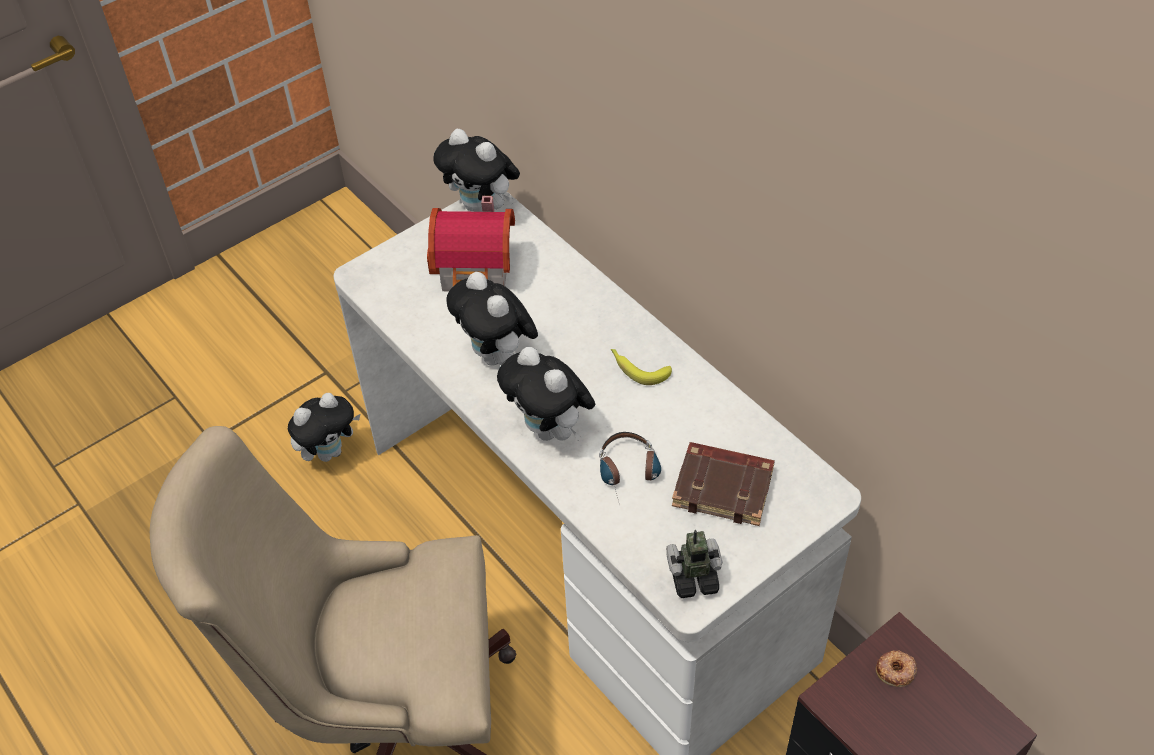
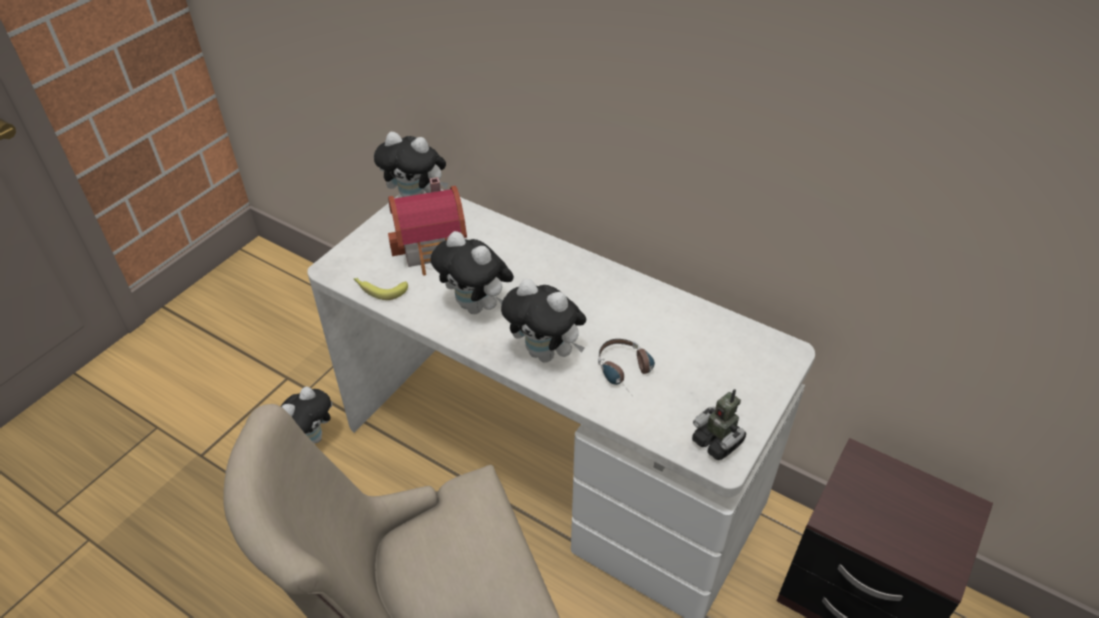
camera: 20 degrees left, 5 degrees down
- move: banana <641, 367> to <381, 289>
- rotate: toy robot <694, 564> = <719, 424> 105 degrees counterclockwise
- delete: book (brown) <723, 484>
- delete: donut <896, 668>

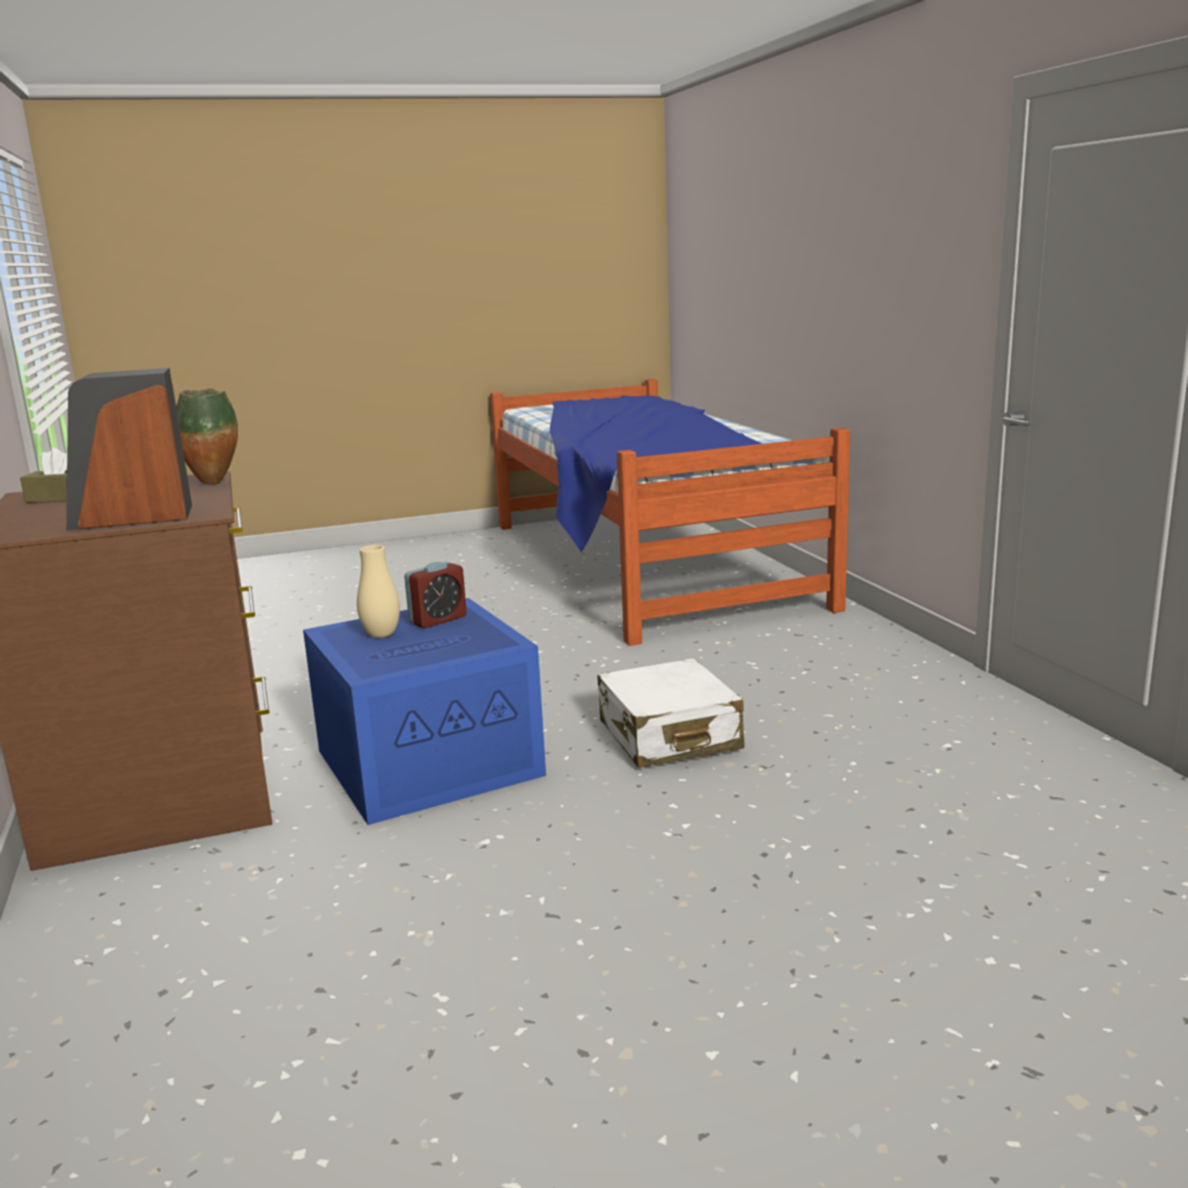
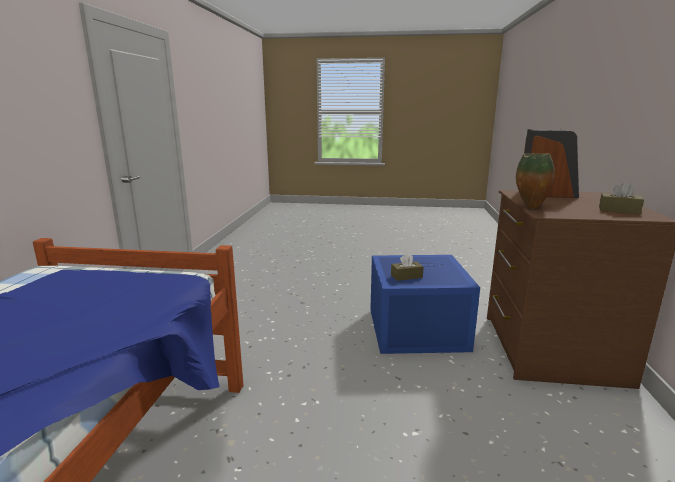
camera: 155 degrees left, 0 degrees up
- replace: alarm clock <435, 595> to tissue box (brown) <407, 267>
- delete: vase (beige) <378, 591>
- delete: suitcase (white) <671, 713>

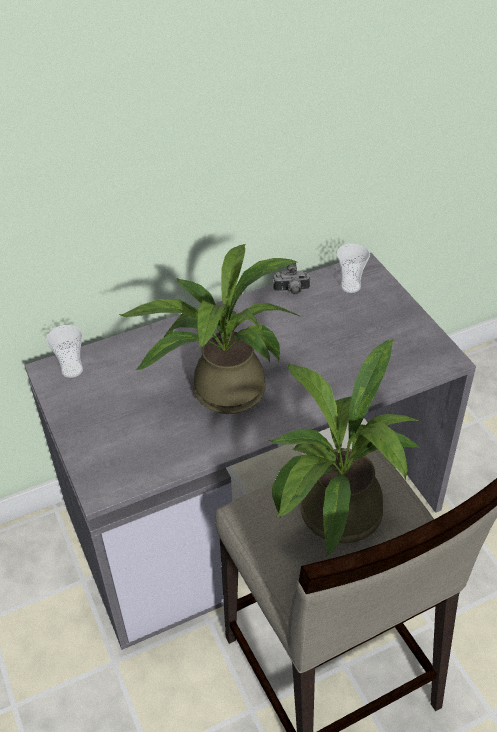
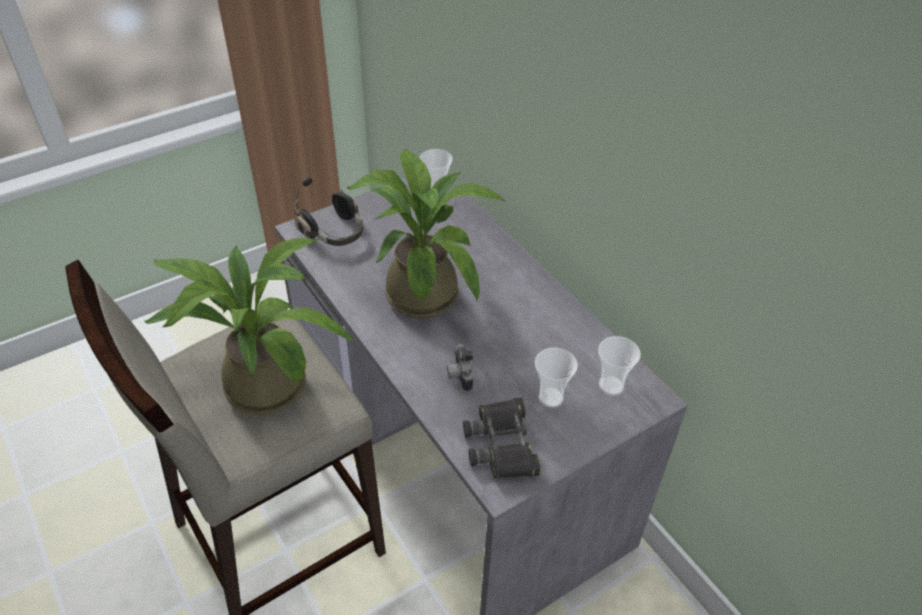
camera: 80 degrees right, 0 degrees up
- insert: headphones (black) <328, 211>
- move: photo camera <291, 279> to <460, 368>
- insert: binoculars (black) <502, 438>
- insert: cup <556, 378>

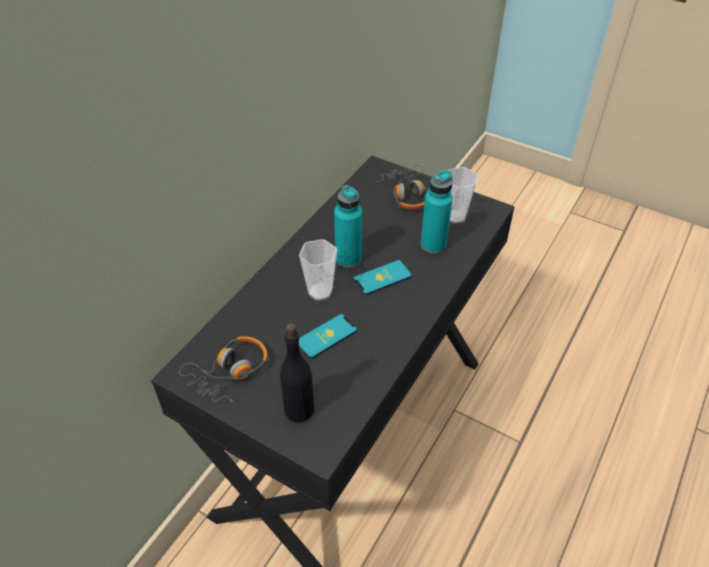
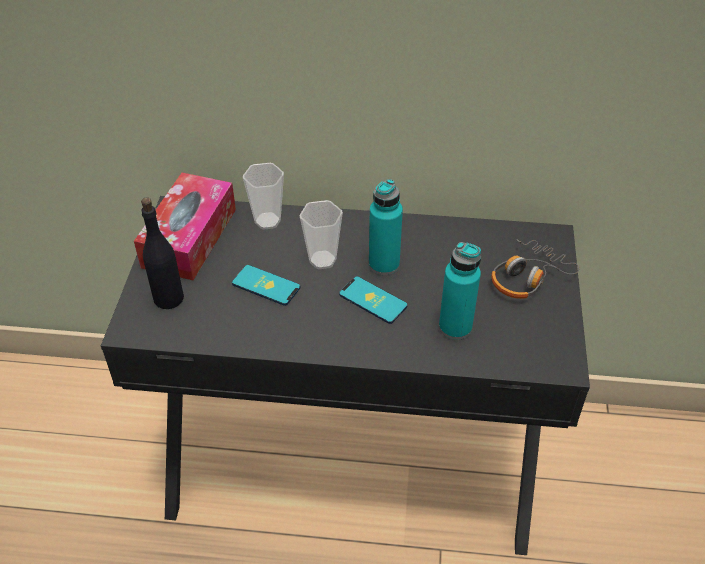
camera: 65 degrees right, 0 degrees up
- replace: headphones <223, 369> to tissue box <185, 226>
- move: cup <463, 195> to <263, 196>

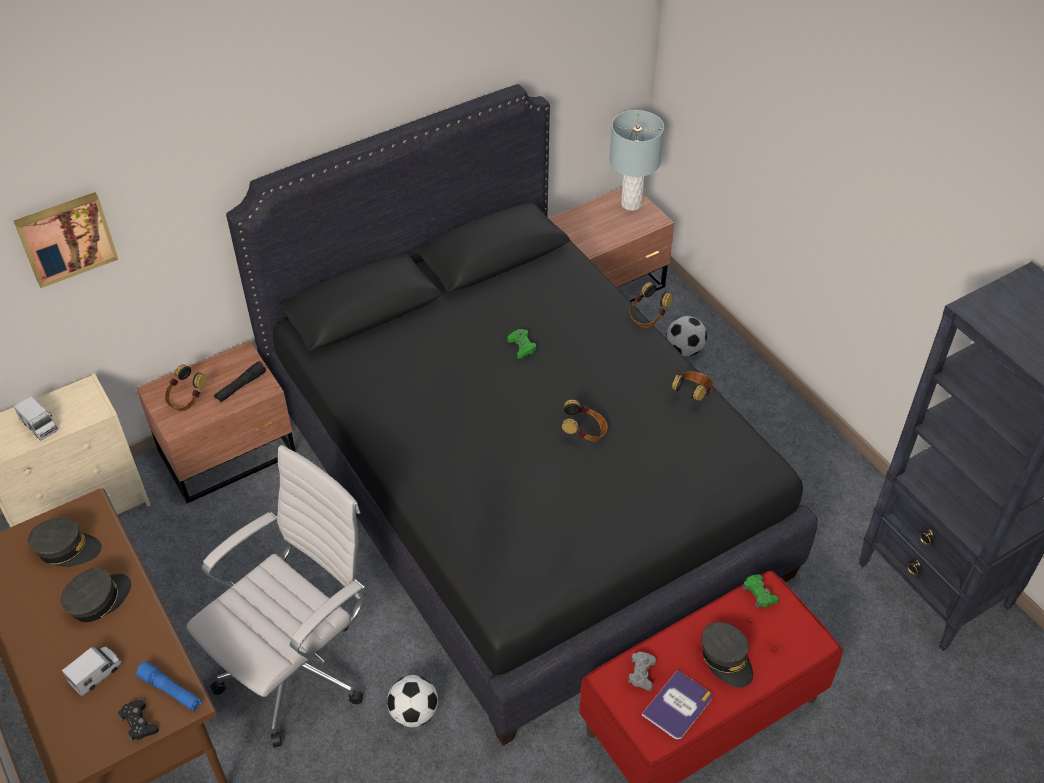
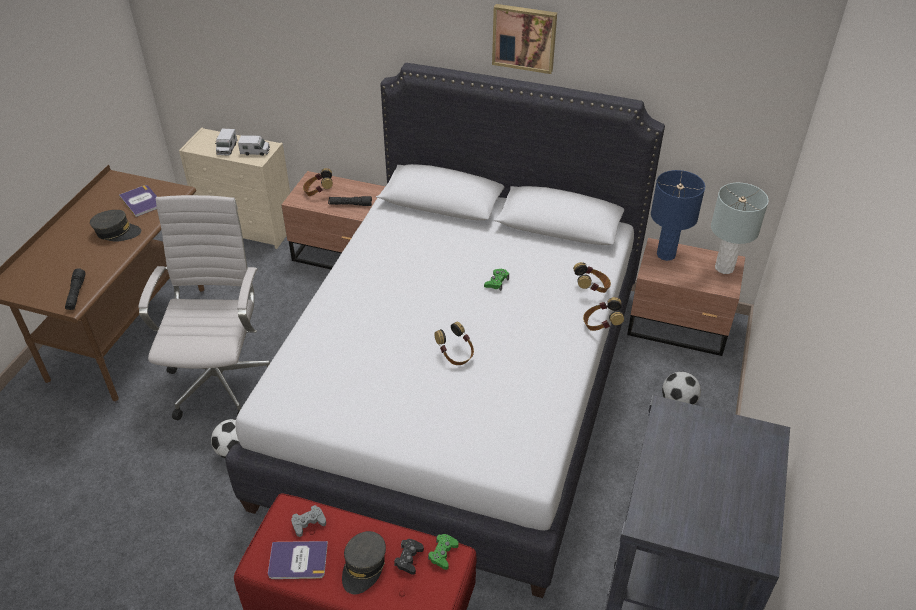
camera: 50 degrees right, 5 degrees down
- recolor: flashlight (blue) <169, 686> to flashlight (black) <75, 289>
- replace: cap (grey) <65, 542> to book <138, 201>
- rotate: office chair (white) <276, 596> = <204, 307> 90 degrees counterclockwise
- recolor: bed (black) <522, 415> to bed (white) <445, 330>
- move: toy truck <92, 671> to <254, 145>
- move: game controller (black) <138, 721> to <409, 557>
- move: picture <66, 240> to <524, 39>
- move: headphones <692, 386> to <592, 277>
- insert: table lamp (blue) <678, 215>

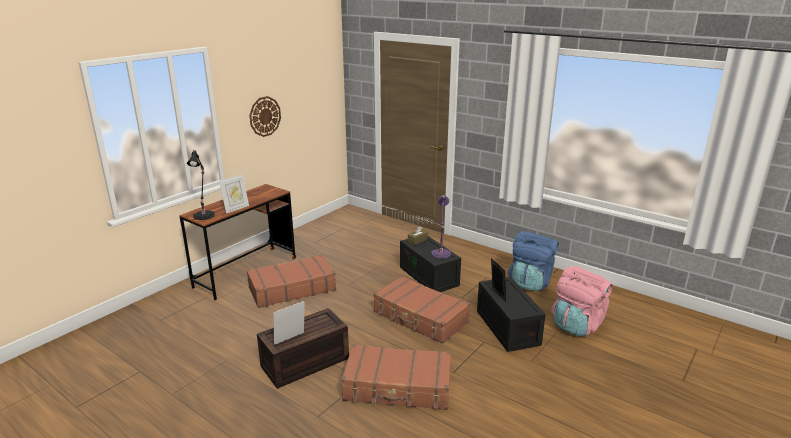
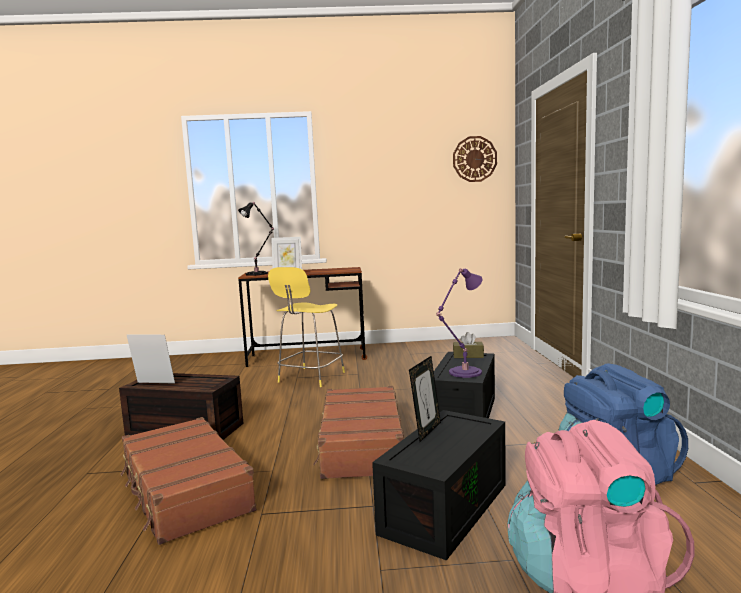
camera: 50 degrees right, 15 degrees down
- replace: suitcase (brown) <291, 281> to stool (yellow) <306, 327>
- move: wall clock <265, 116> to <475, 159>

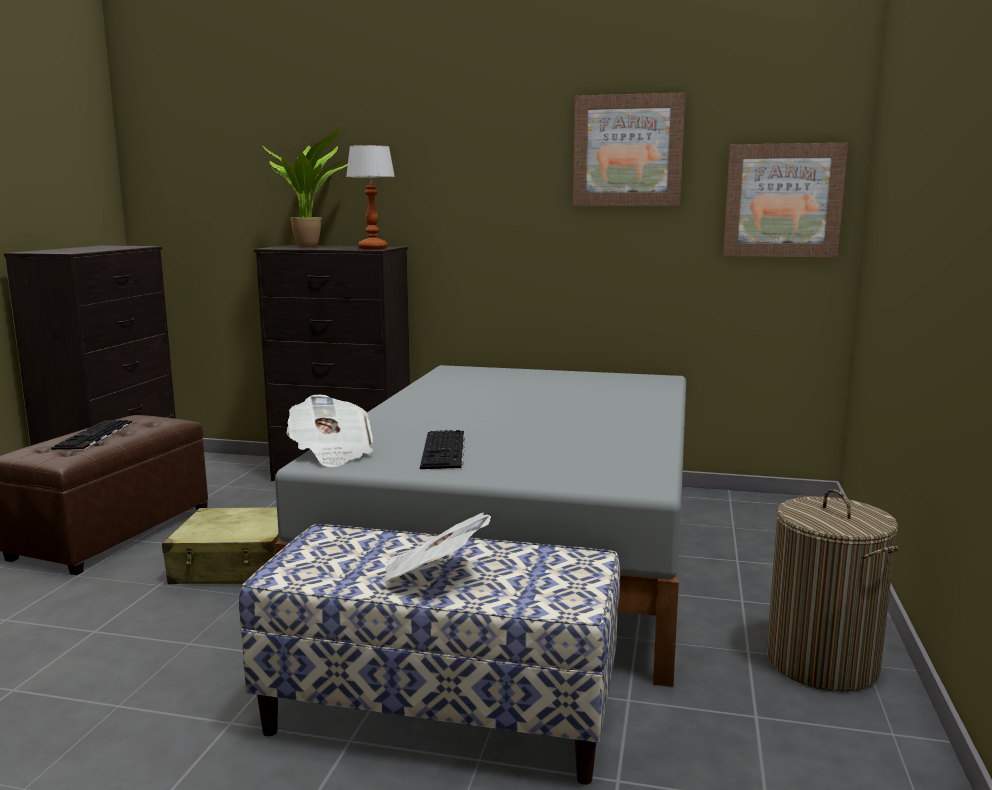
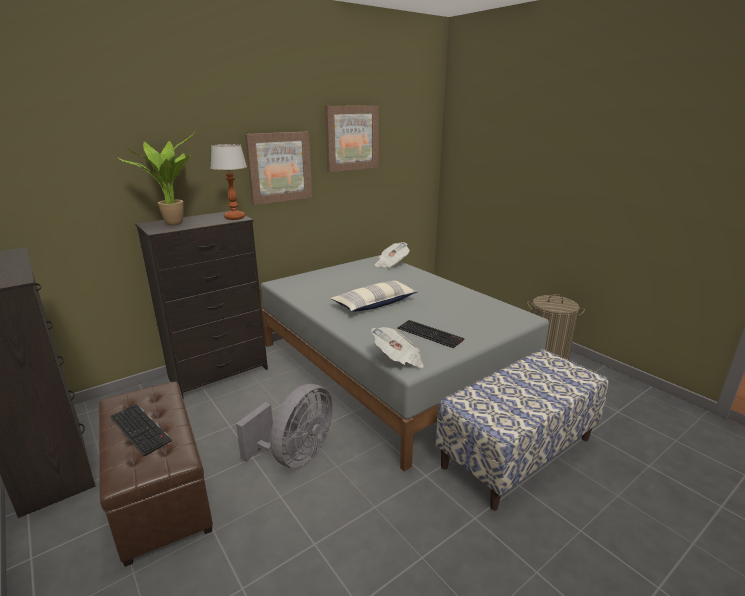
camera: 50 degrees left, 10 degrees up
- replace: suitcase (beige) <221, 545> to fan (grey) <284, 426>
- move: picture <785, 200> to <278, 168>
- insert: pillow <374, 296>
- move: newspaper <436, 547> to <392, 255>

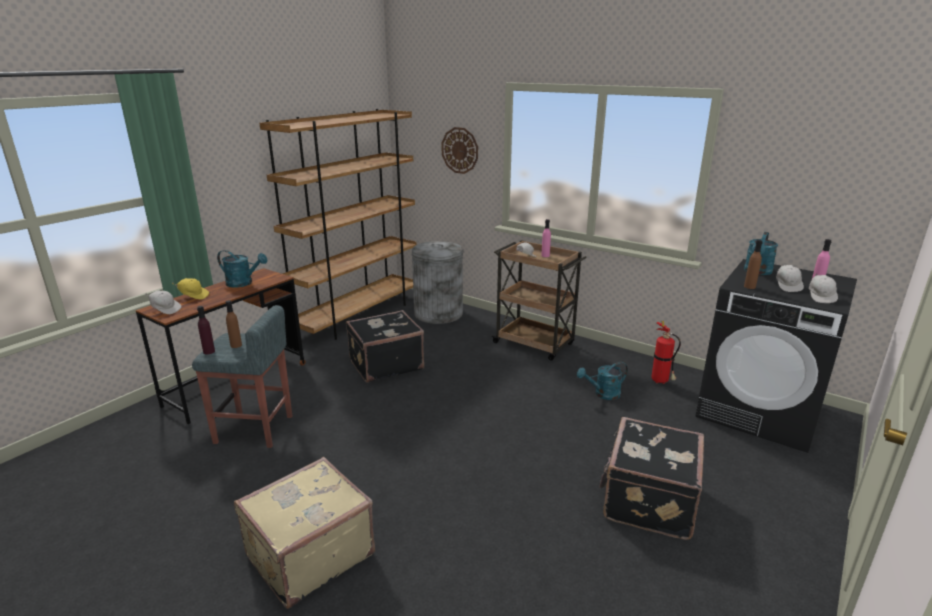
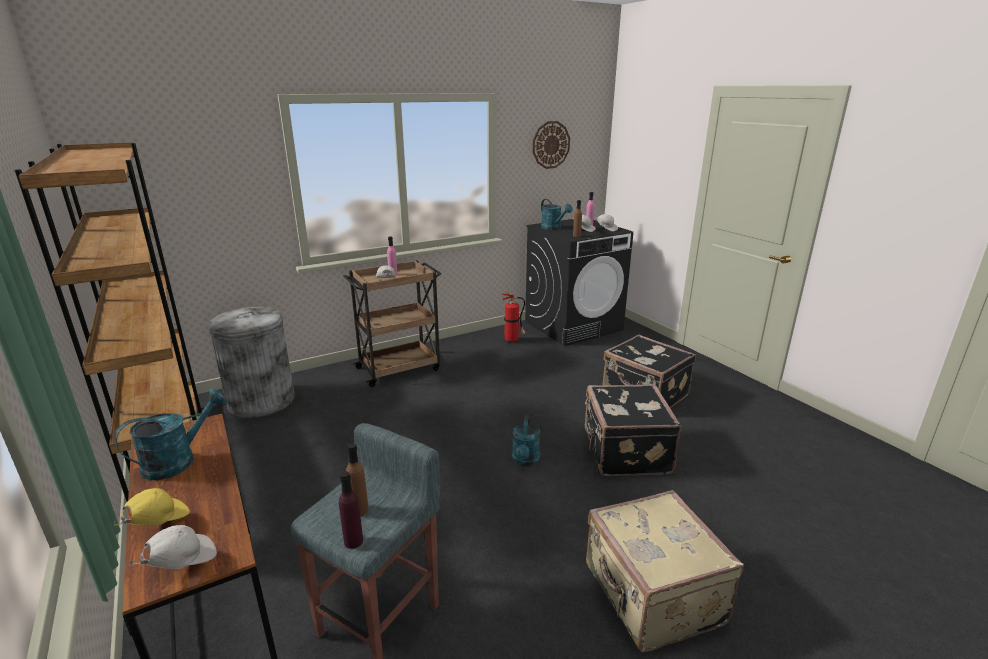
camera: 65 degrees left, 0 degrees up
- move: watering can (turquoise) <602, 381> to <526, 441>
- move: wall clock <459, 150> to <551, 145>
- move: suitcase (black) <385, 346> to <633, 430>

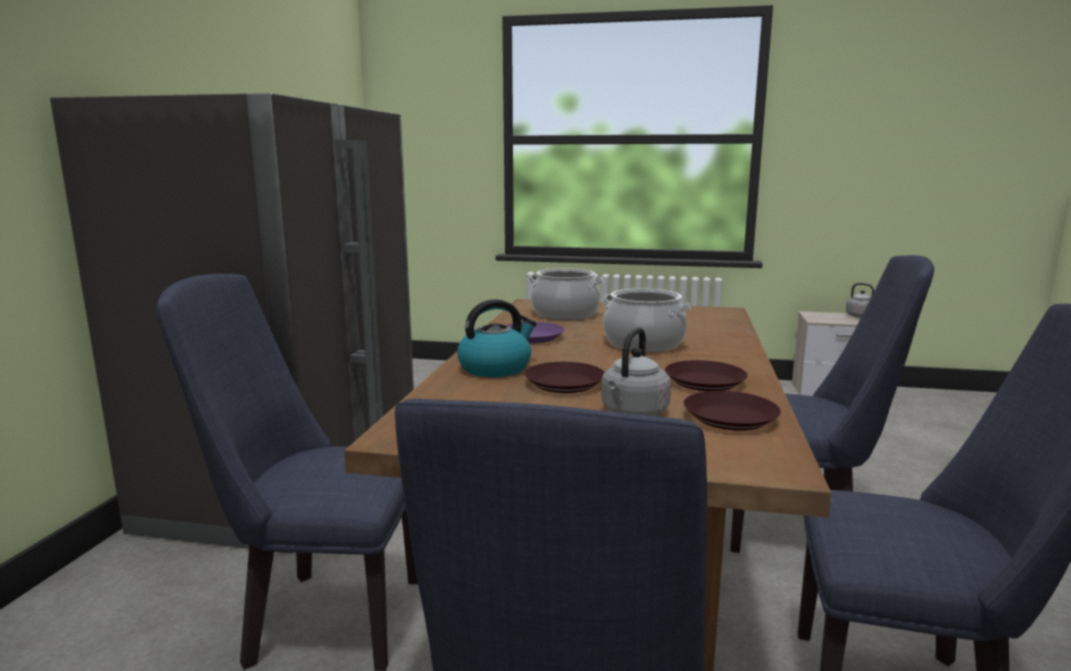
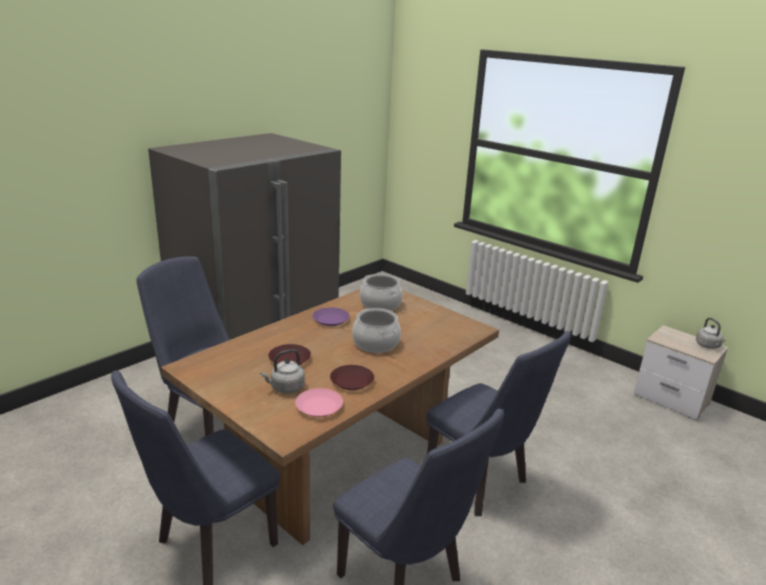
camera: 30 degrees right, 10 degrees up
- recolor: plate (brown) <732, 411> to plate (pink) <319, 402>
- delete: kettle <496, 338>

